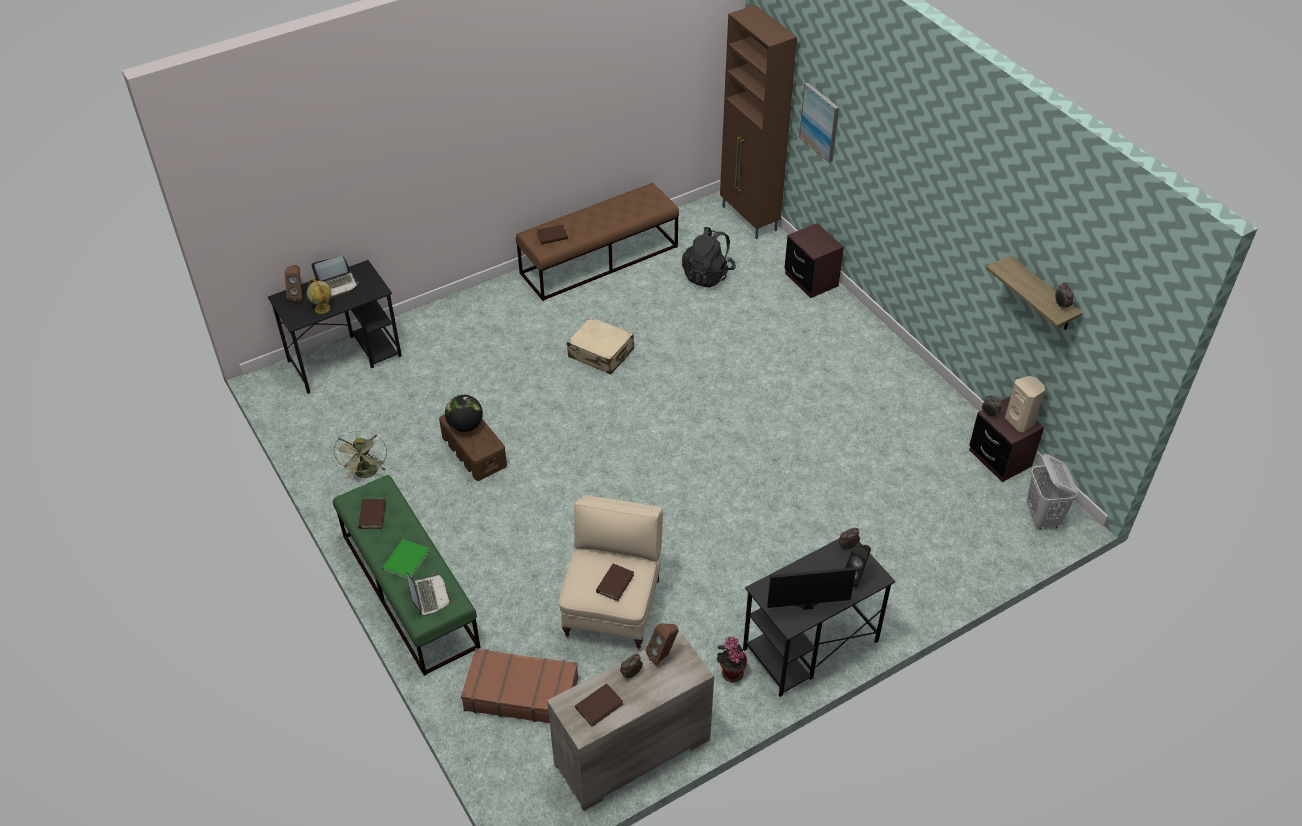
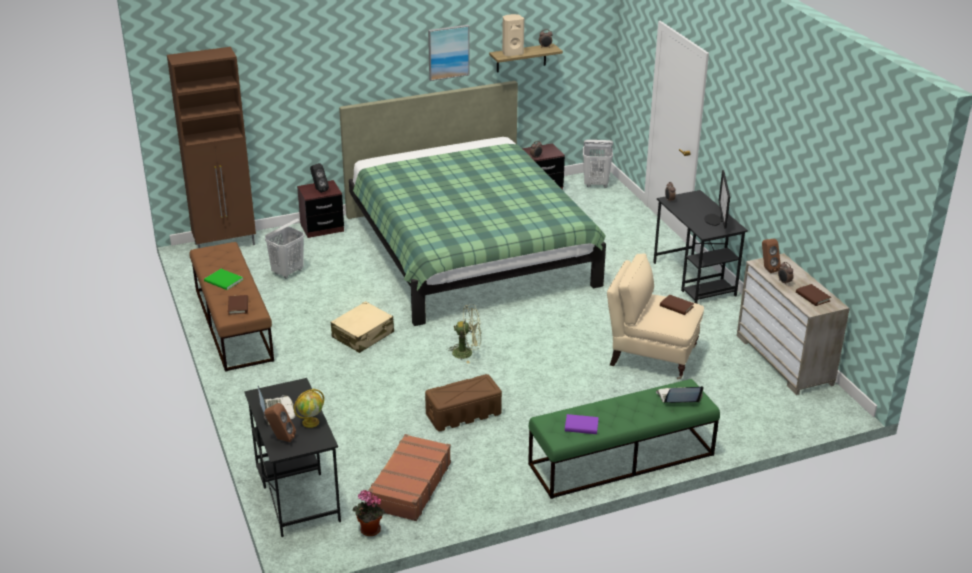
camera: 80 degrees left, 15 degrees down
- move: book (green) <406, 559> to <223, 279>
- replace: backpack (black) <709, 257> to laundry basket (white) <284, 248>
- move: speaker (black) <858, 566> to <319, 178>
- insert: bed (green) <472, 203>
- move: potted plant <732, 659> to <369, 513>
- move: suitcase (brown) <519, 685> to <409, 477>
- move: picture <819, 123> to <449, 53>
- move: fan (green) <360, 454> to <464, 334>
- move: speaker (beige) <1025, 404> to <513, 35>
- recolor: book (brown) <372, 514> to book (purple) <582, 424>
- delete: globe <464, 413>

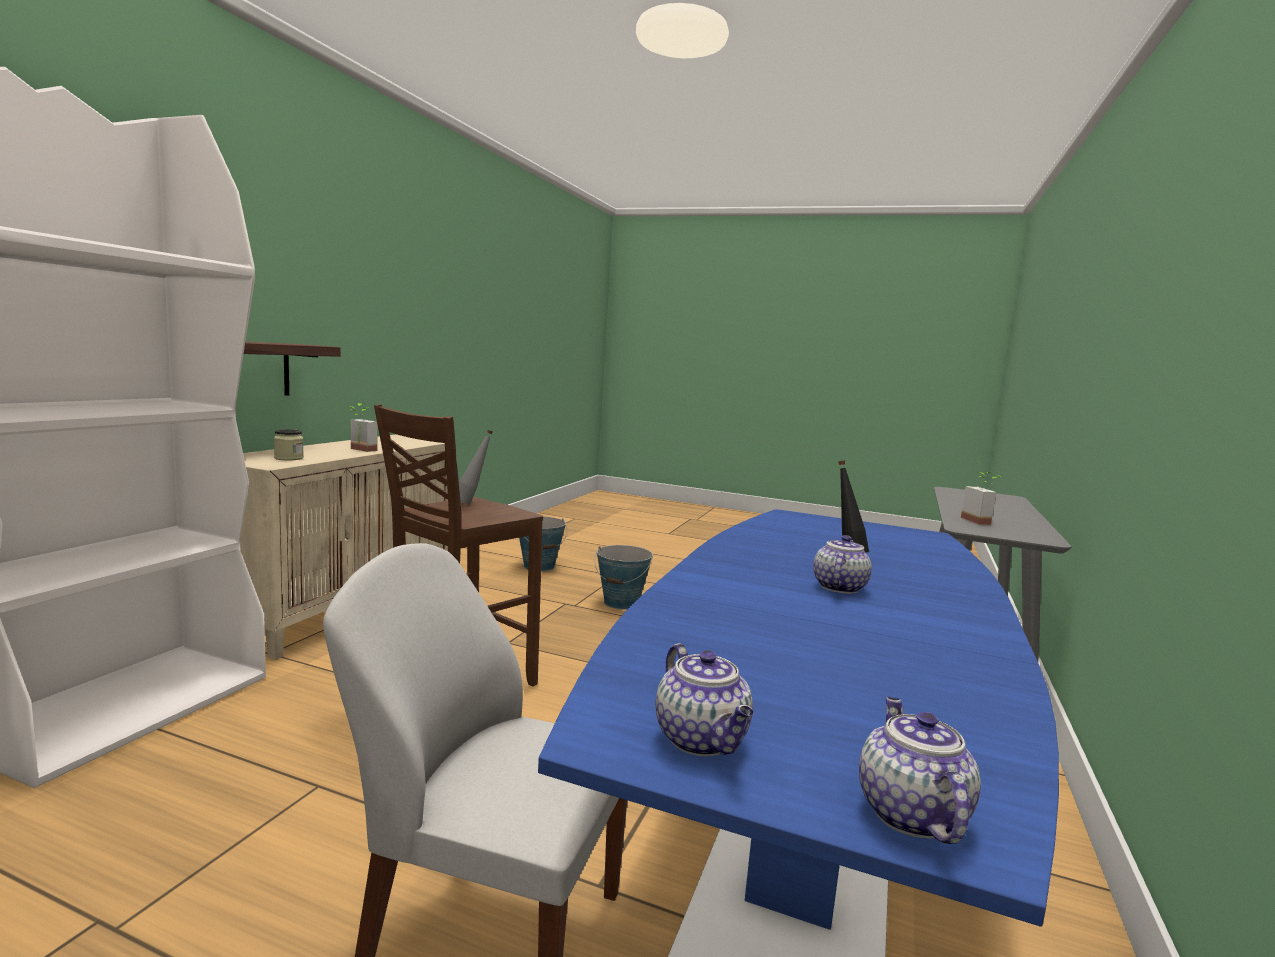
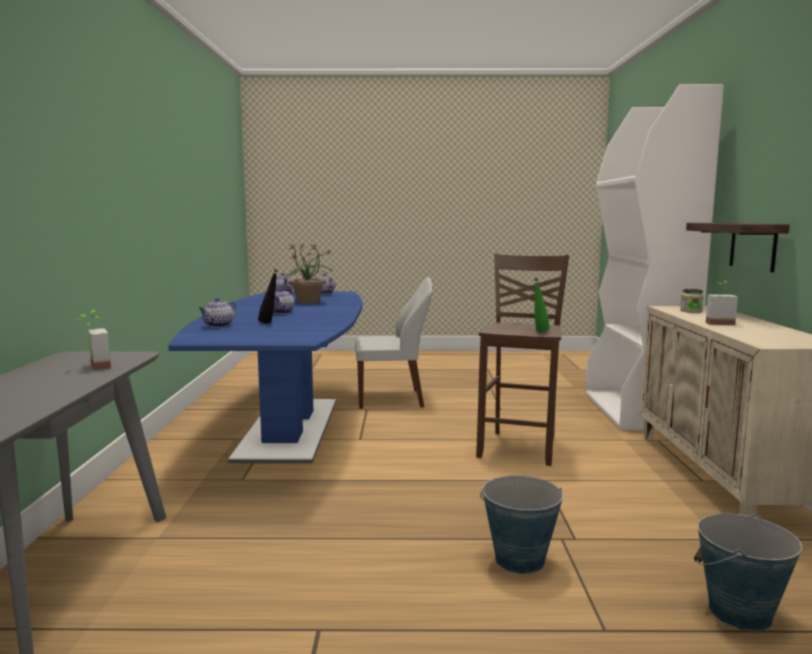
camera: 160 degrees right, 0 degrees up
- insert: teapot <217, 312>
- insert: potted plant <308, 273>
- recolor: bottle (grey) <476, 467> to bottle (green) <542, 304>

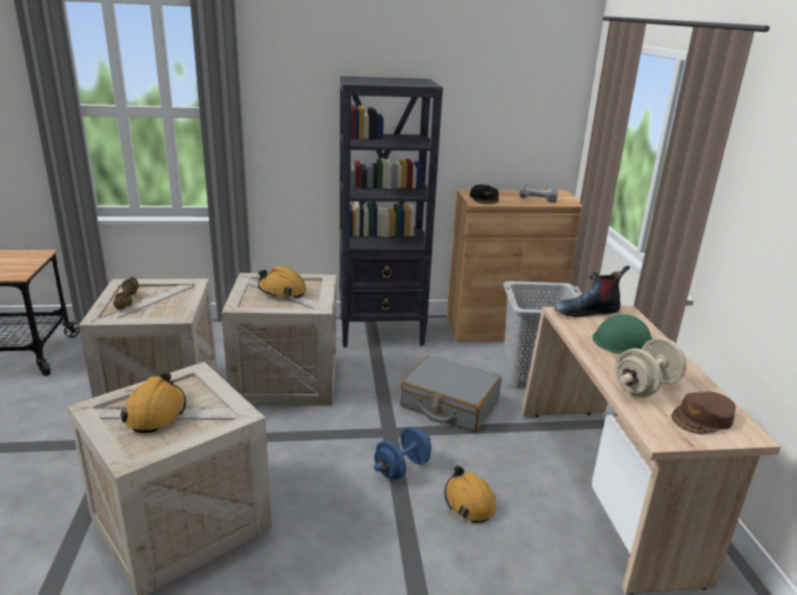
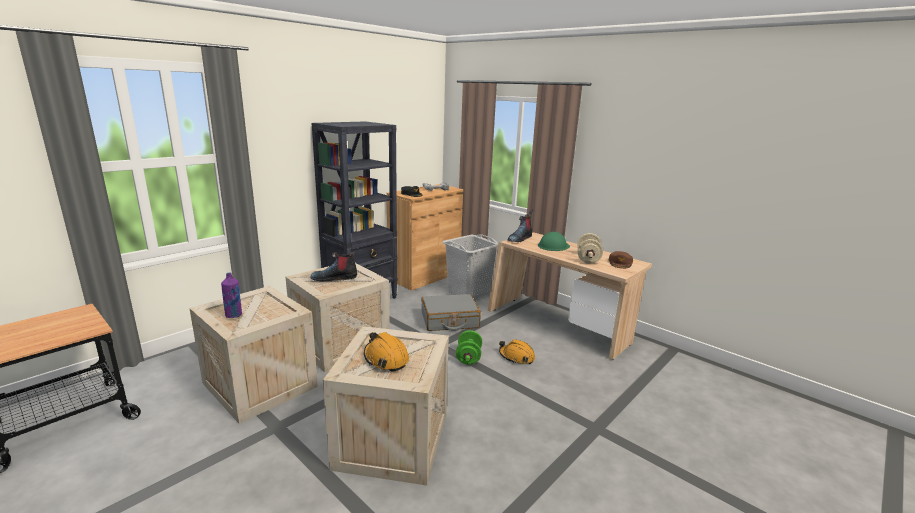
camera: 40 degrees left, 5 degrees down
- replace: dumbbell (brown) <126, 293> to bottle (purple) <231, 295>
- replace: hard hat (orange) <282, 282> to boot <334, 265>
- recolor: dumbbell (blue) <402, 453> to dumbbell (green) <469, 347>

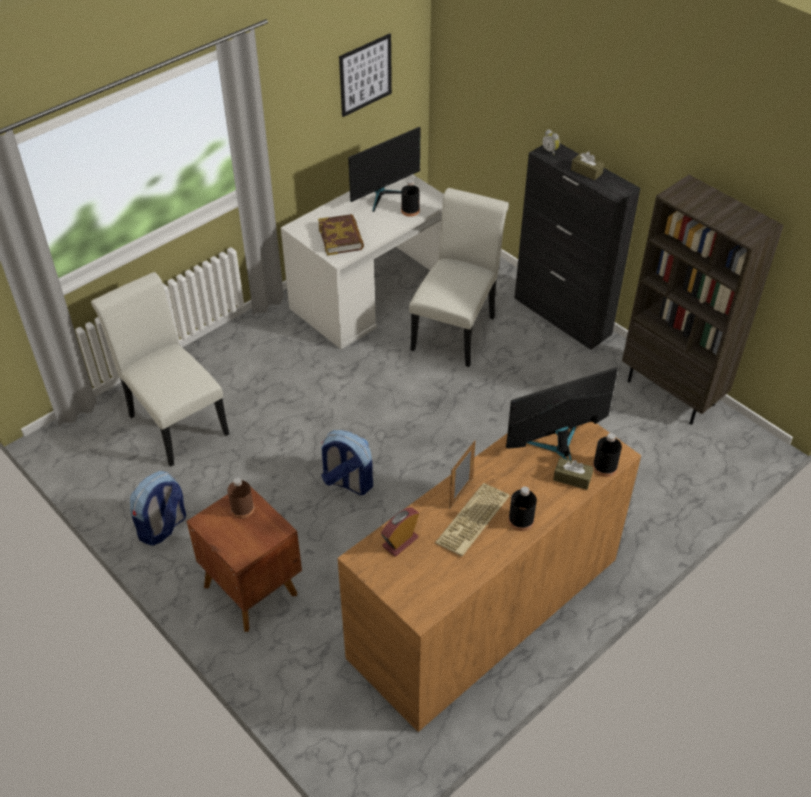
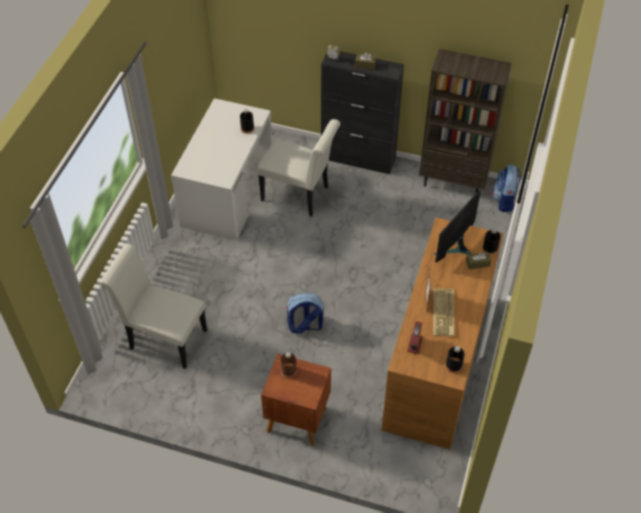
camera: 30 degrees left, 5 degrees up
- rotate: chair (white) <459, 277> = <298, 167> 120 degrees clockwise
- move: bottle (black) <522, 508> to <455, 359>
- move: backpack <158, 508> to <506, 188>
- delete: book <341, 235>
- delete: picture <365, 75>
- delete: monitor <384, 169>

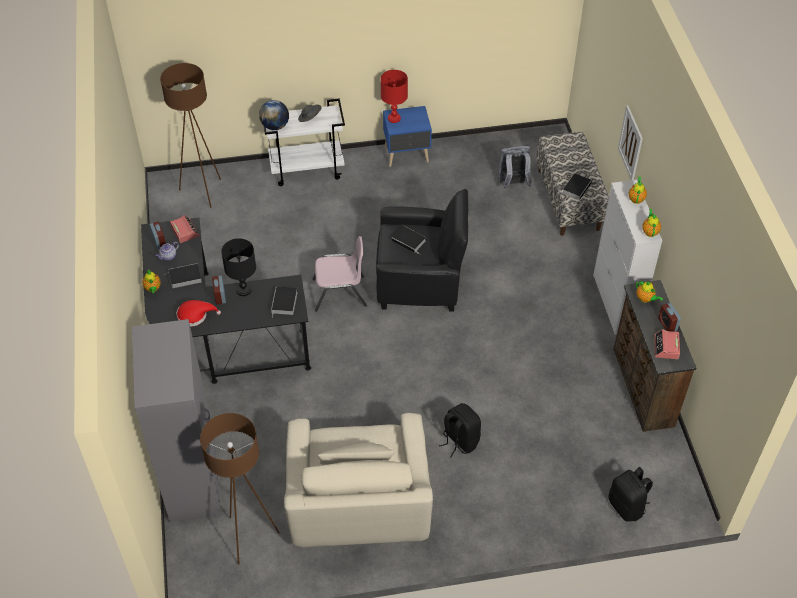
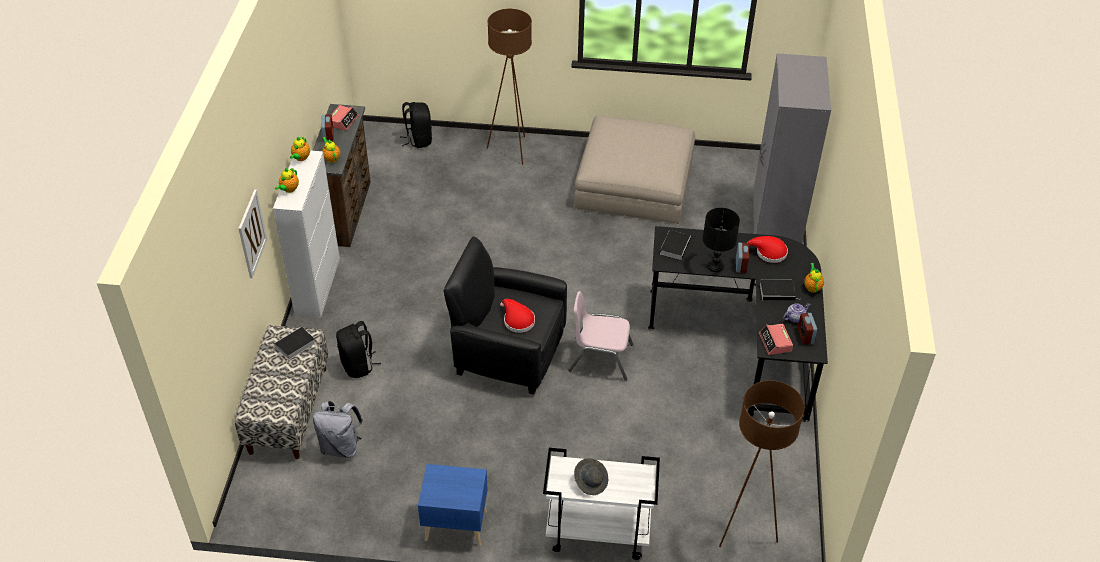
camera: 165 degrees left, 5 degrees down
- move: backpack (black) <460, 430> to <358, 349>
- move: floor lamp (brown) <240, 489> to <509, 87>
- replace: book <409, 240> to hat (red) <517, 316>
- replace: armchair (beige) <358, 480> to ottoman (beige) <634, 170>
- delete: globe <274, 115>
- delete: table lamp (red) <394, 96>

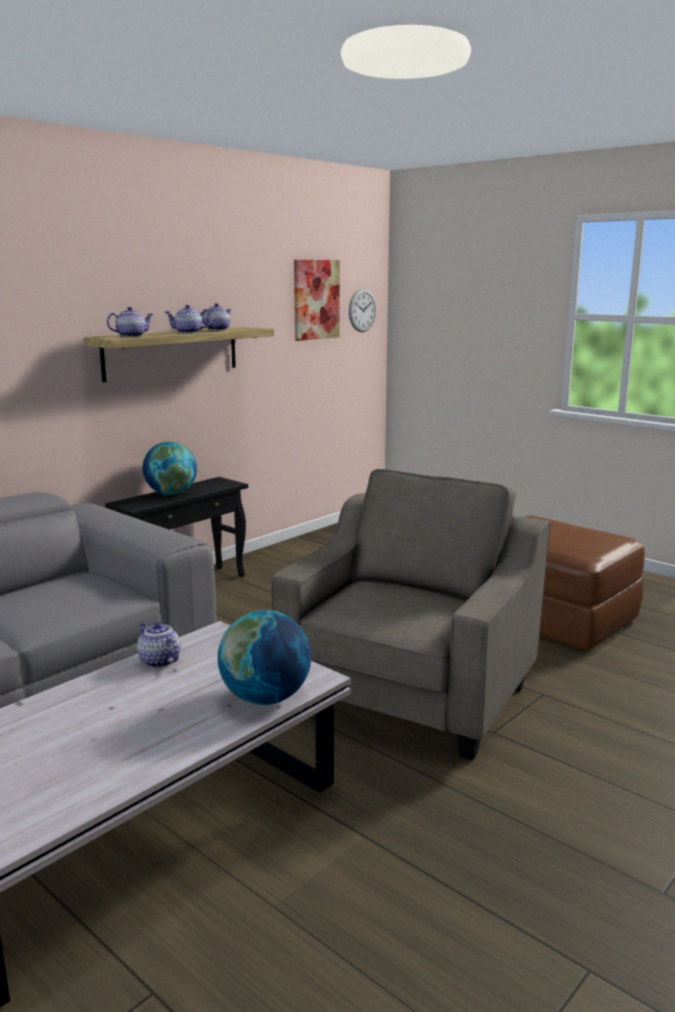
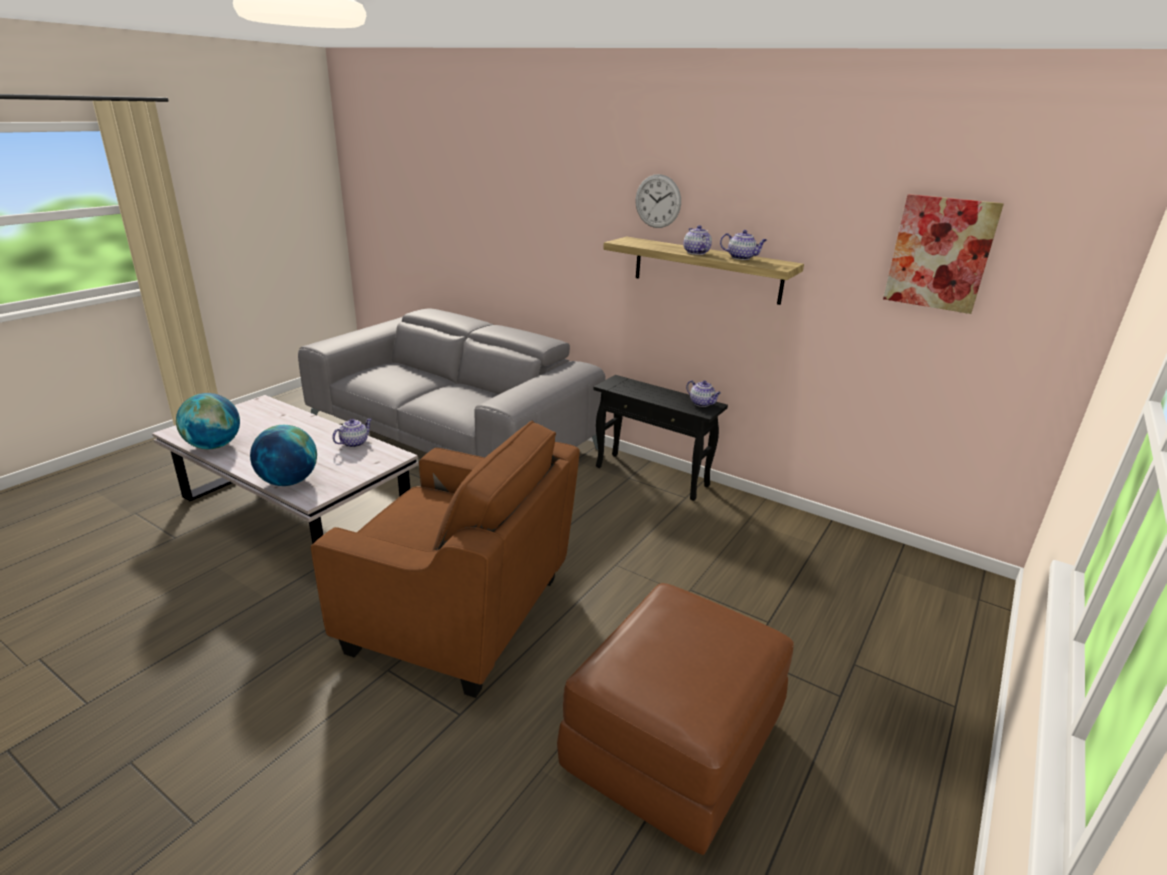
camera: 80 degrees right, 10 degrees up
- move: globe <170, 468> to <208, 421>
- recolor: armchair (grey) <410, 615> to armchair (brown) <445, 559>
- move: wall clock <363, 310> to <658, 201>
- move: teapot <130, 322> to <703, 393>

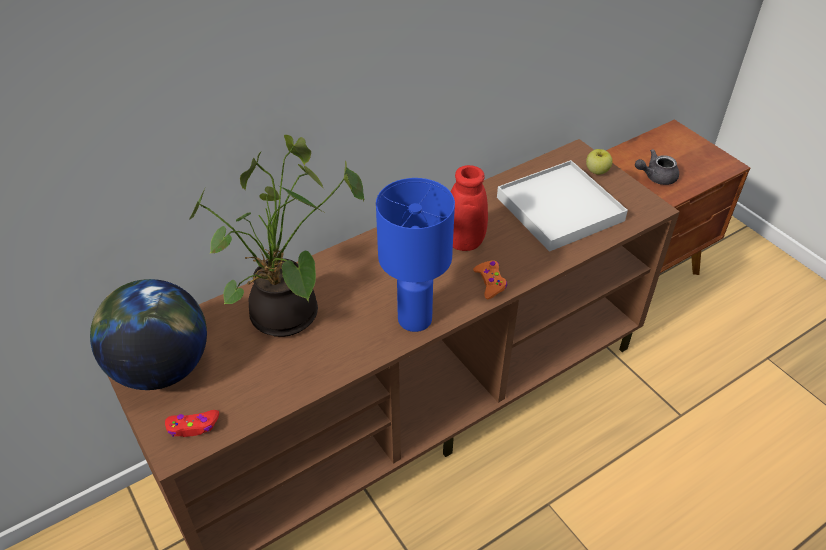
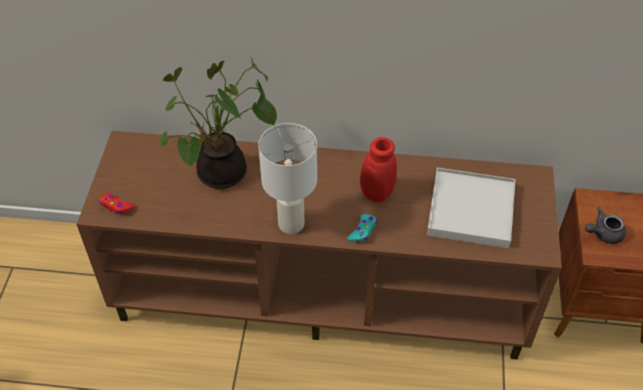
camera: 40 degrees right, 5 degrees up
- recolor: table lamp (blue) <415, 255> to table lamp (white) <287, 178>
- recolor: game controller (orange) <490, 280> to game controller (turquoise) <362, 227>
- rotate: teapot (grey) <657, 167> = <605, 225> 45 degrees counterclockwise
- delete: globe <148, 334>
- delete: apple <599, 162>

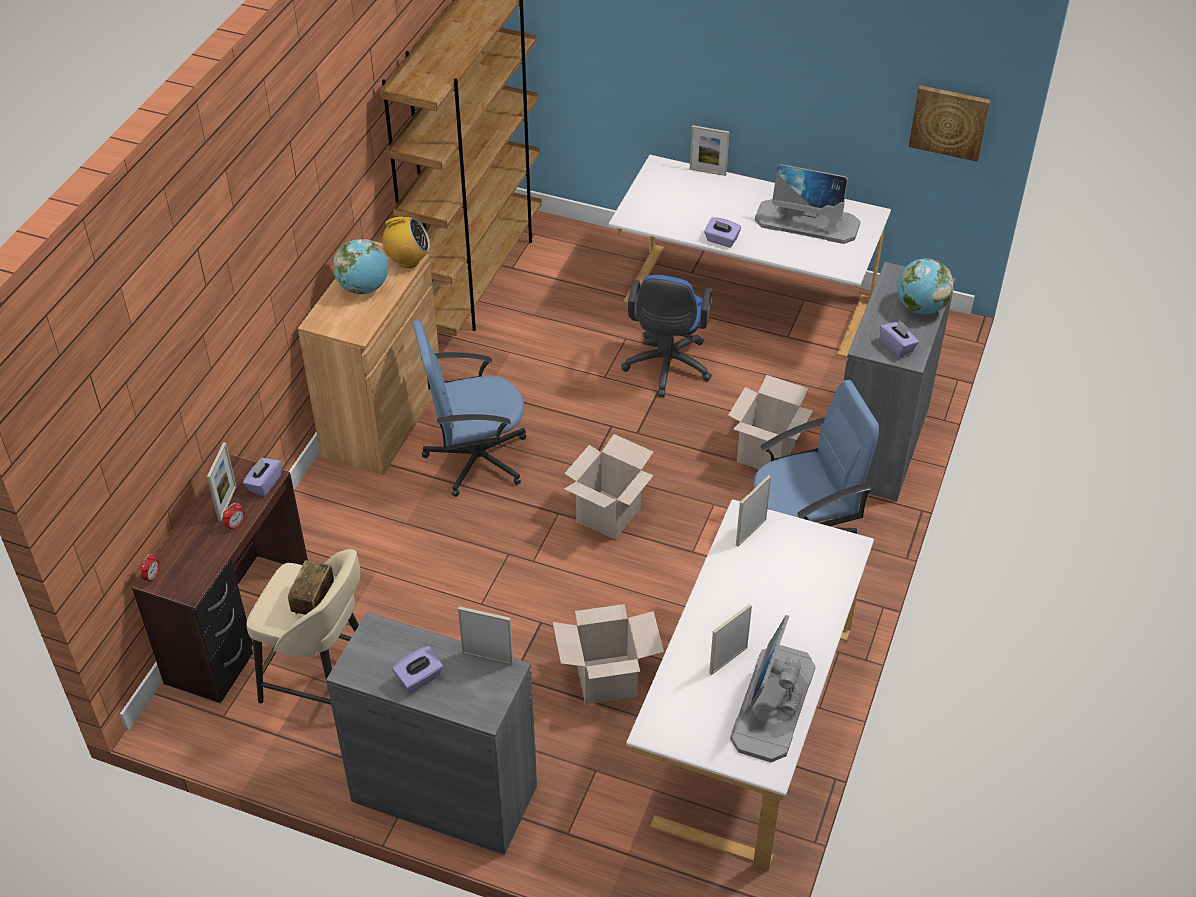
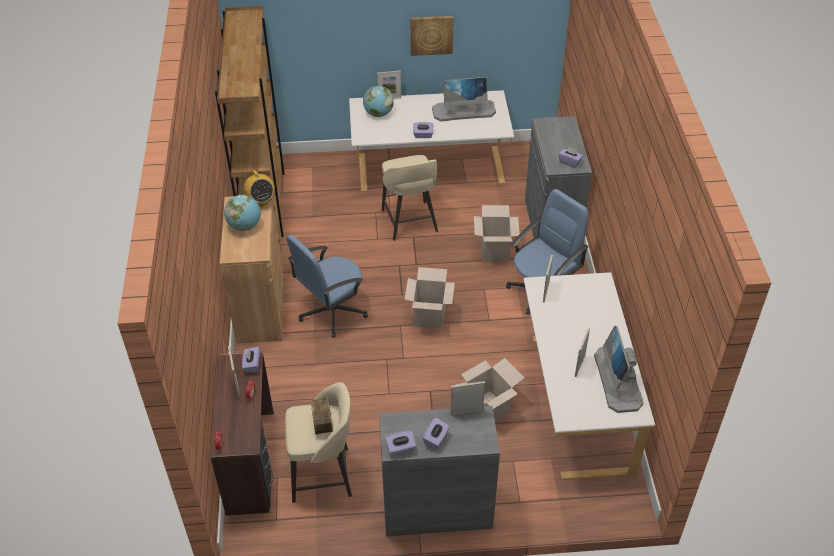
camera: 25 degrees left, 0 degrees up
- rotate: radio <404, 242> = <259, 188> 90 degrees clockwise
- move: globe <925, 286> to <378, 101>
- replace: office chair (blue) <666, 336> to stool (beige) <410, 198>
- insert: tissue box (purple) <400, 443>
- move: picture <950, 123> to <432, 36>

